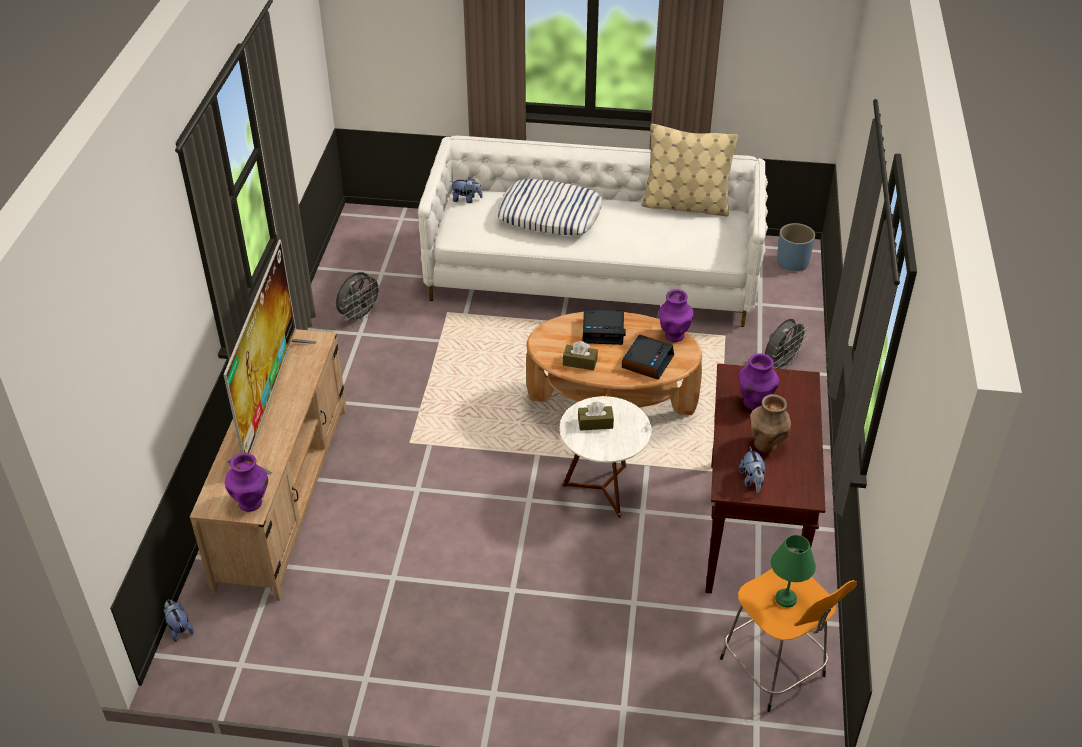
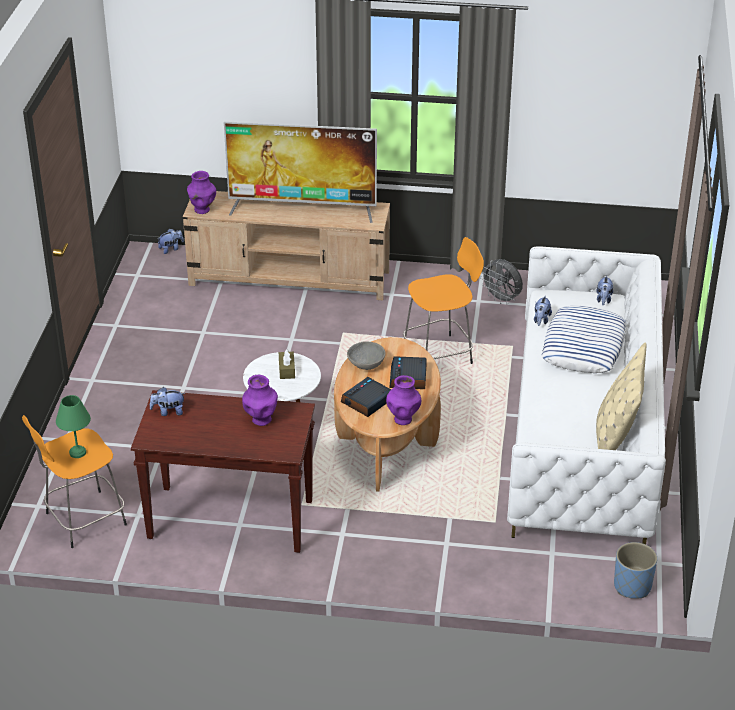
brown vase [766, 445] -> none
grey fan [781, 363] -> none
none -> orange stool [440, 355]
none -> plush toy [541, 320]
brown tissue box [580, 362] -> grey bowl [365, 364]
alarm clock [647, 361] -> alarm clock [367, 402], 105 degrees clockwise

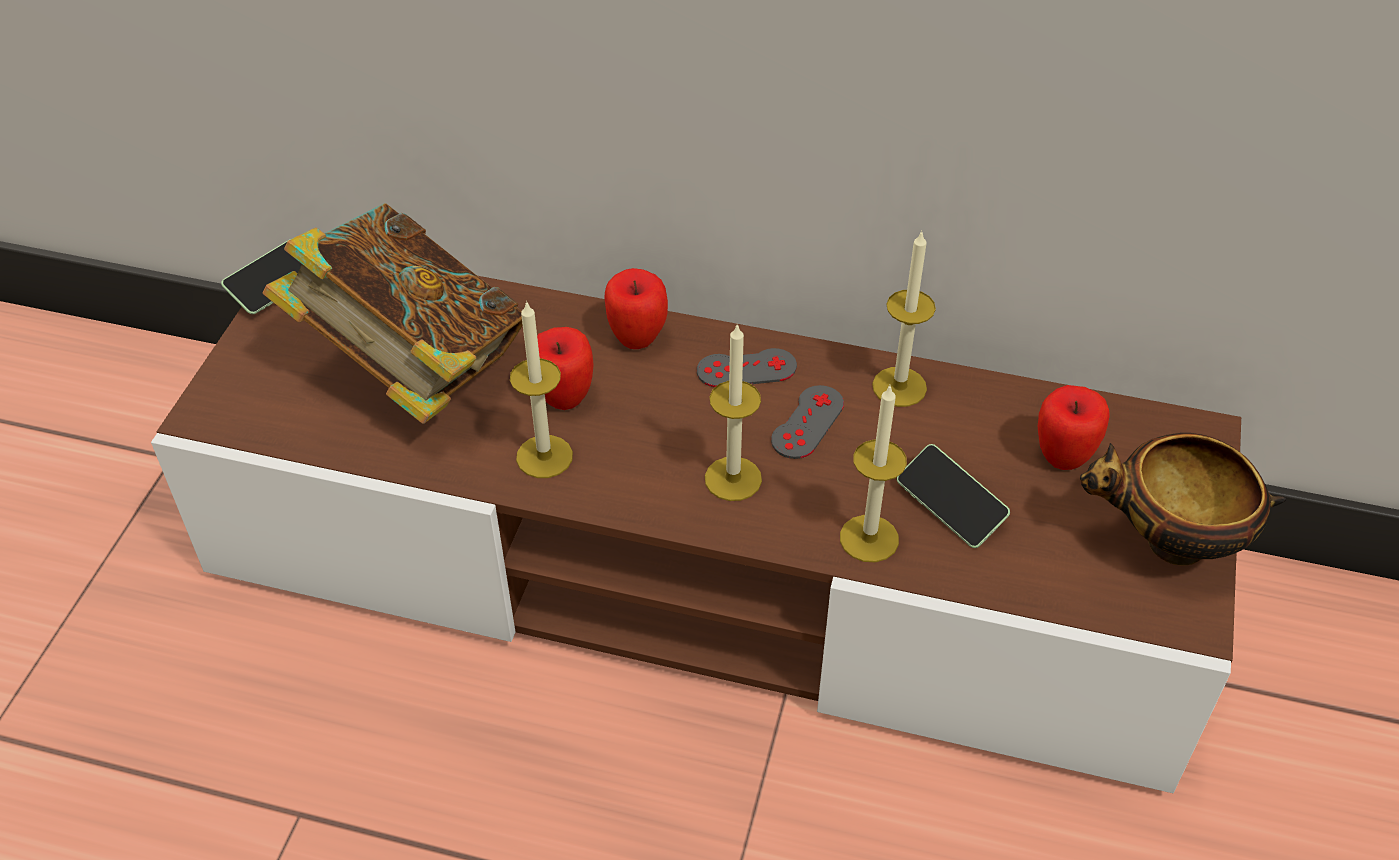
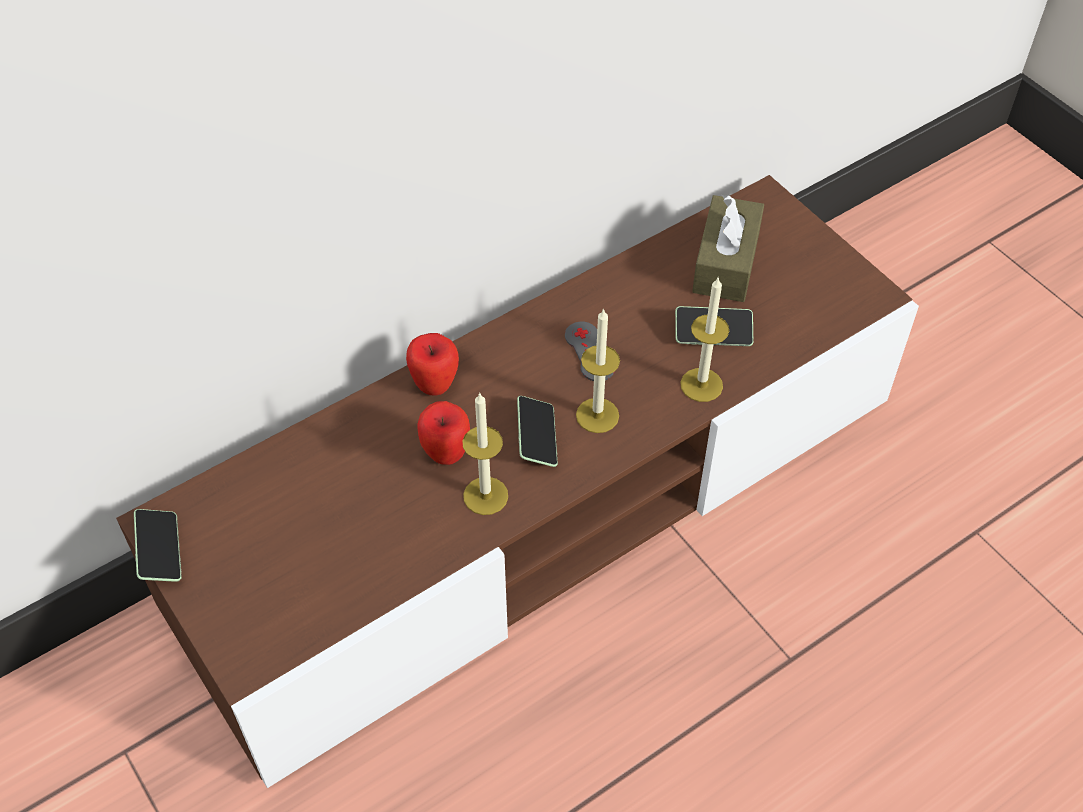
book [412, 367] -> none
grey game controller [746, 369] -> none
candle [899, 387] -> none
bowl [1169, 544] -> none
none -> phone [537, 438]
apple [1063, 457] -> brown tissue box [726, 262]

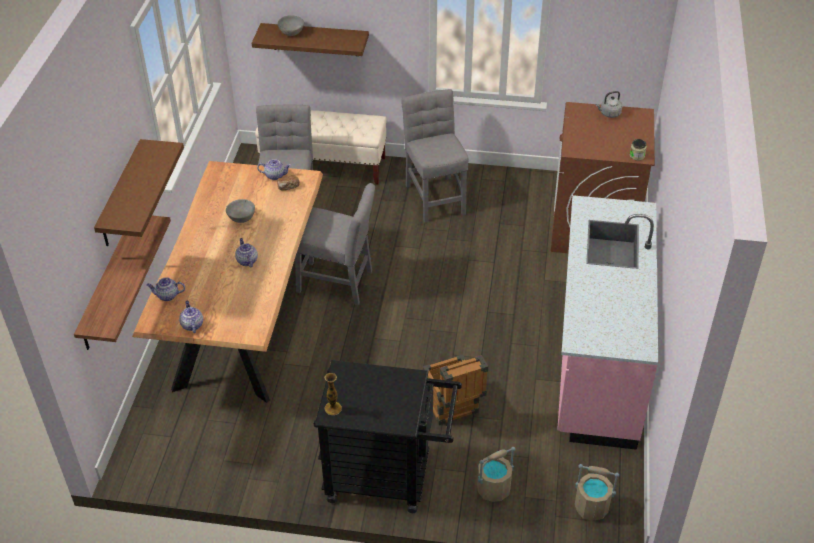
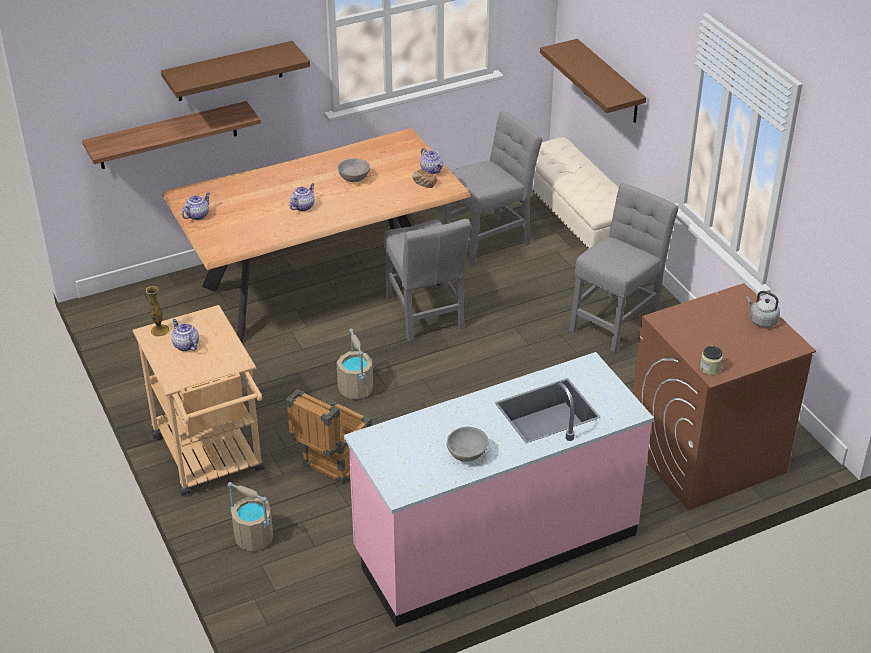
teapot [167, 296] -> teapot [185, 345], moved
grey bowl [292, 33] -> grey bowl [467, 455], moved
beige bucket [592, 507] -> beige bucket [356, 389], moved
black cart [388, 477] -> beige cart [211, 460]

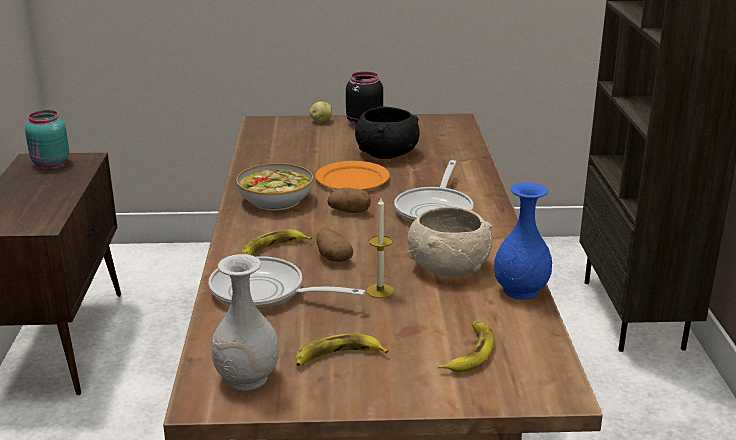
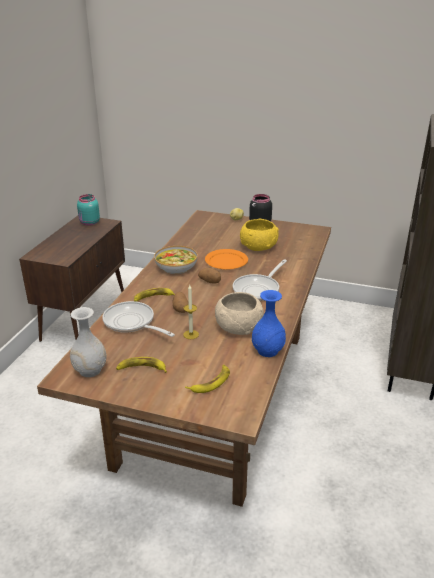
black bowl [386, 152] -> yellow bowl [258, 246]

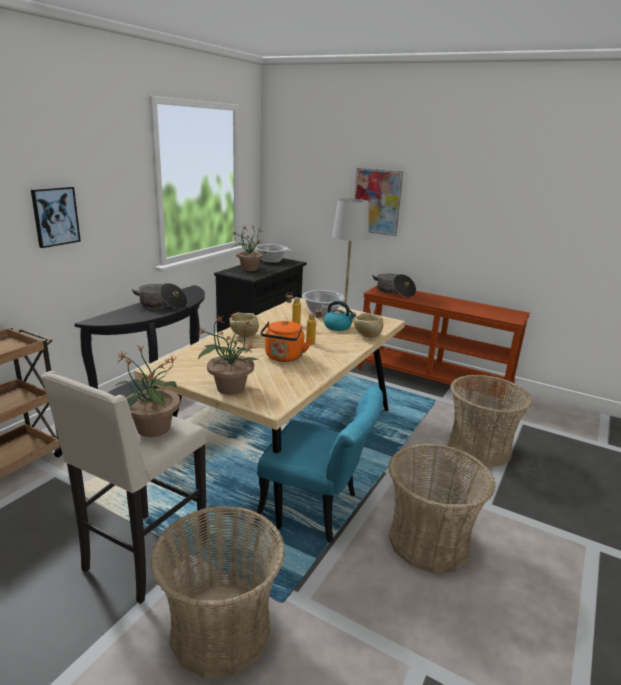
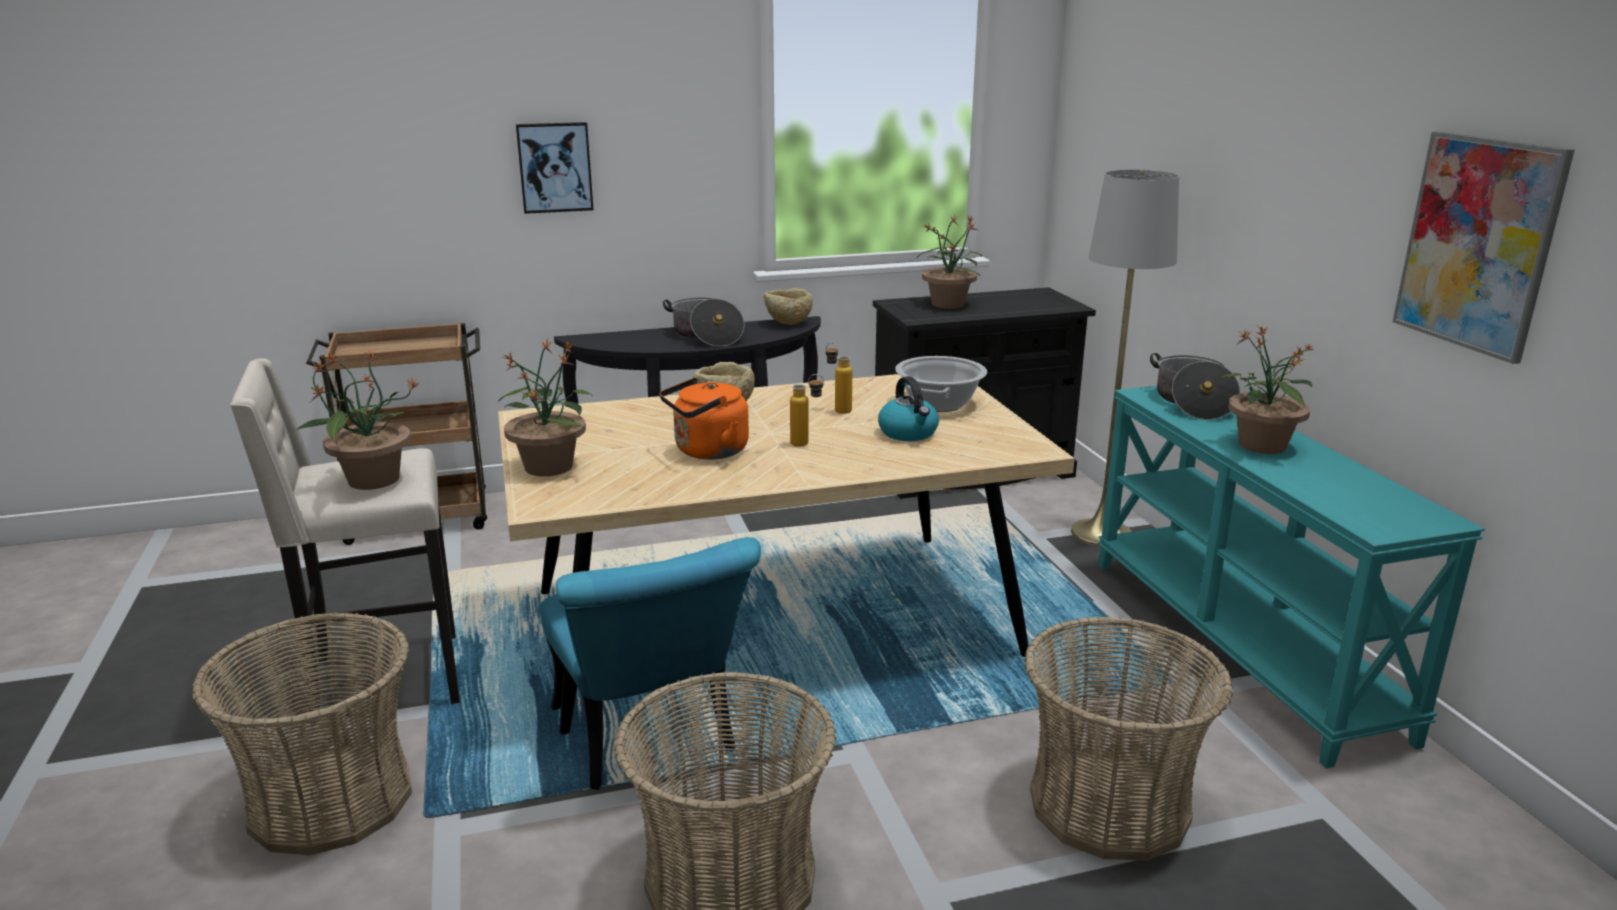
cooking pot [271, 260] -> none
none -> potted plant [1261, 446]
beige bowl [367, 336] -> beige bowl [788, 323], moved
picture [377, 201] -> picture [1478, 243], moved
brown console table [432, 380] -> turquoise console table [1241, 644]

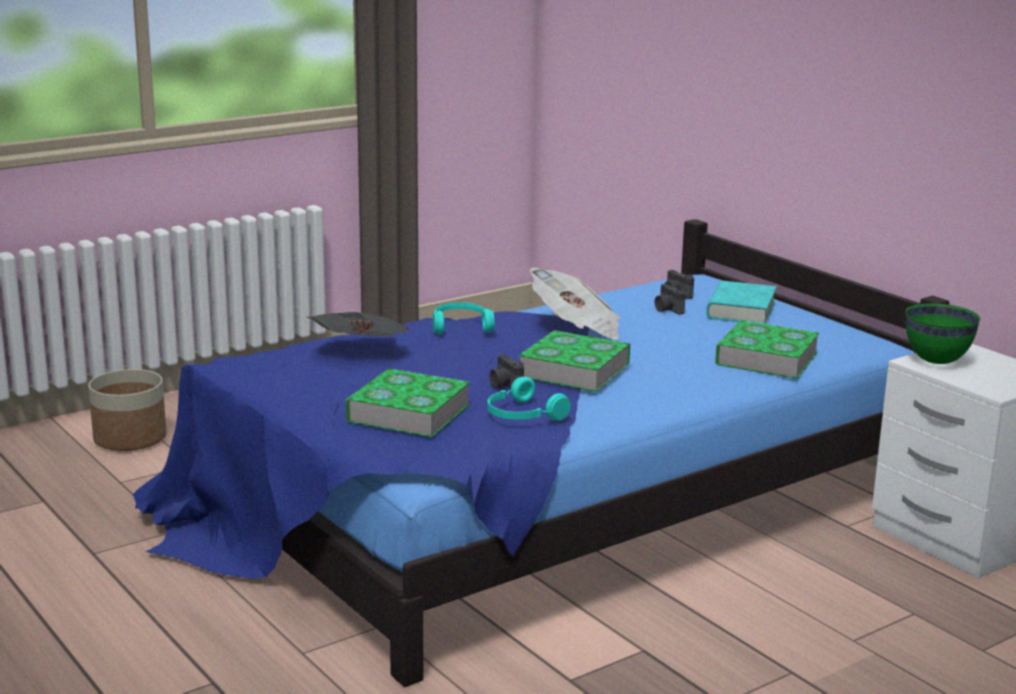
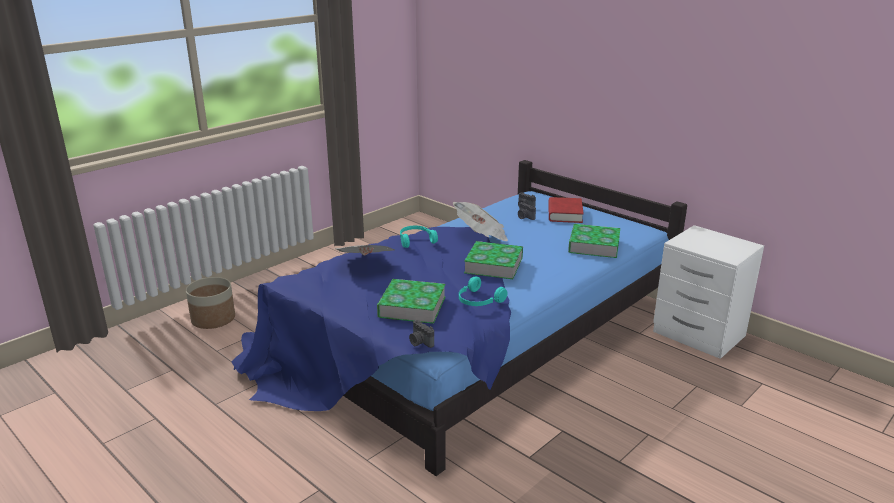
green bowl [936, 362] -> none
photo camera [504, 385] -> photo camera [420, 342], moved
turquoise book [741, 310] -> red book [565, 214]

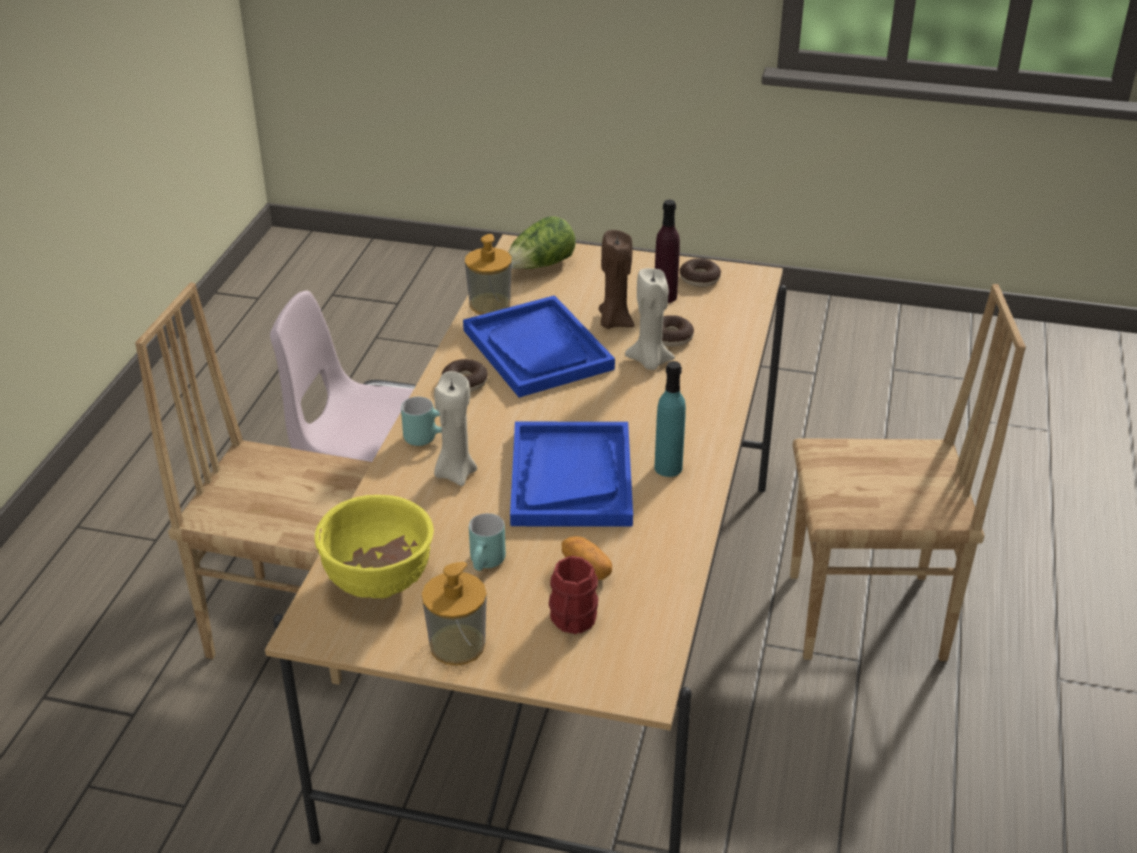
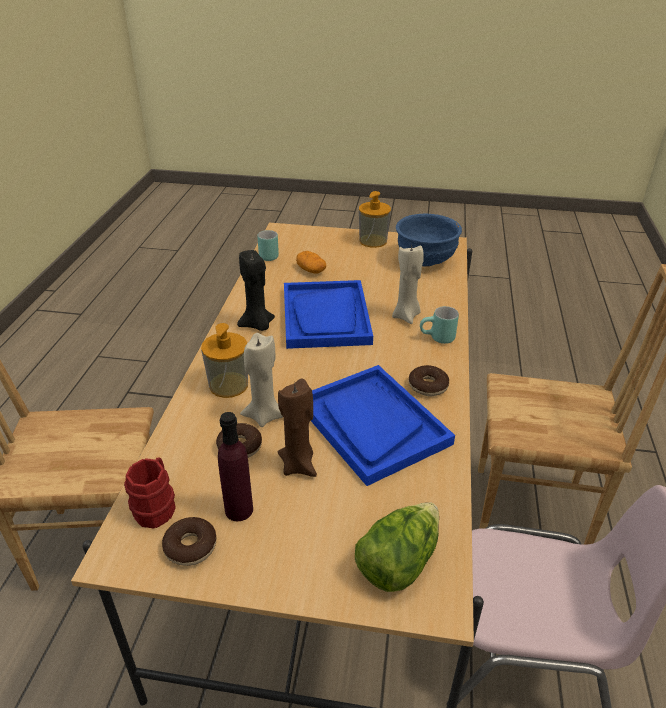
soap dispenser [490, 304] -> soap dispenser [228, 385], moved
turquoise mug [488, 564] -> turquoise mug [268, 255], moved
red mug [571, 622] -> red mug [156, 506], moved
turquoise bottle [668, 468] -> black candle [257, 325]
yellow bowl [380, 583] -> blue bowl [424, 261]

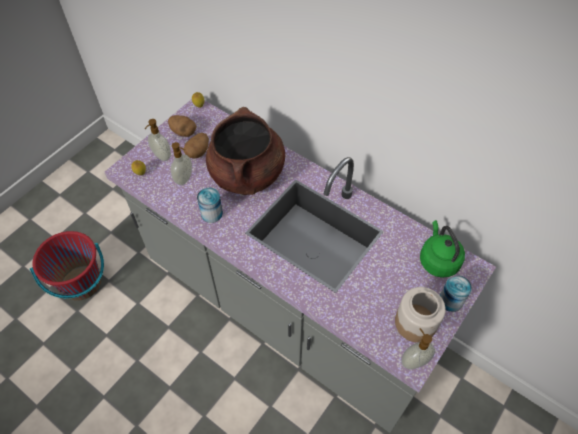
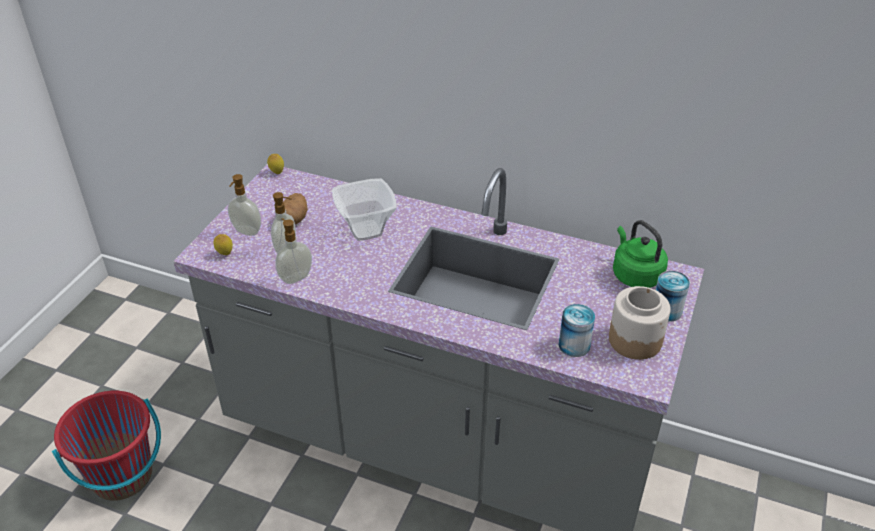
potato [183, 132] -> none
can [211, 213] -> can [574, 345], moved
soap dispenser [413, 361] -> soap dispenser [295, 277], moved
brown cooking pot [247, 174] -> bowl [367, 231]

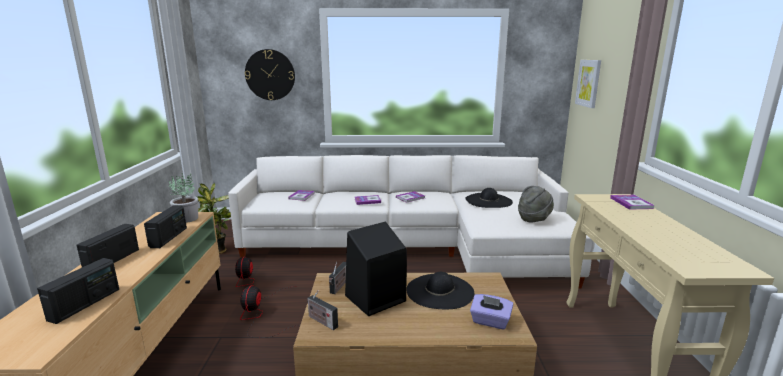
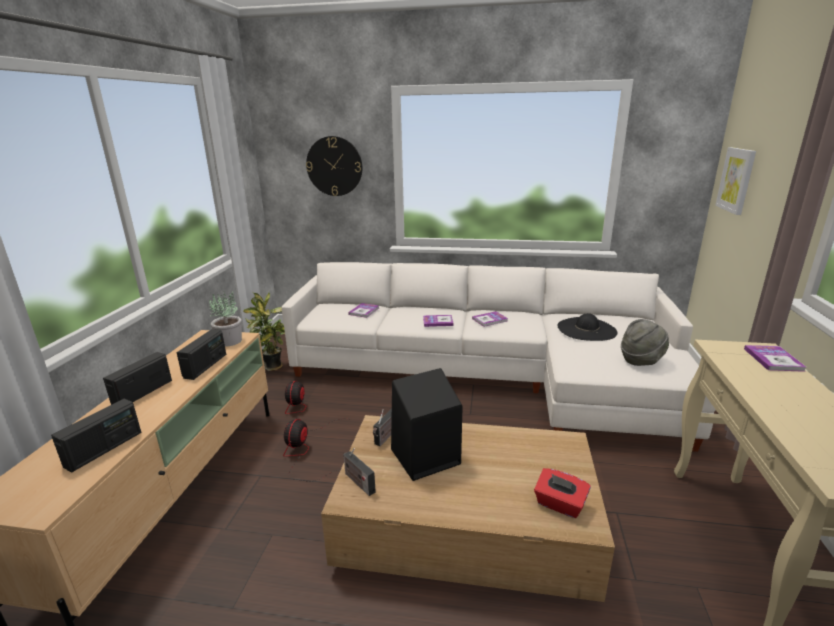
black hat [440, 291] -> none
purple tissue box [490, 322] -> red tissue box [559, 504]

